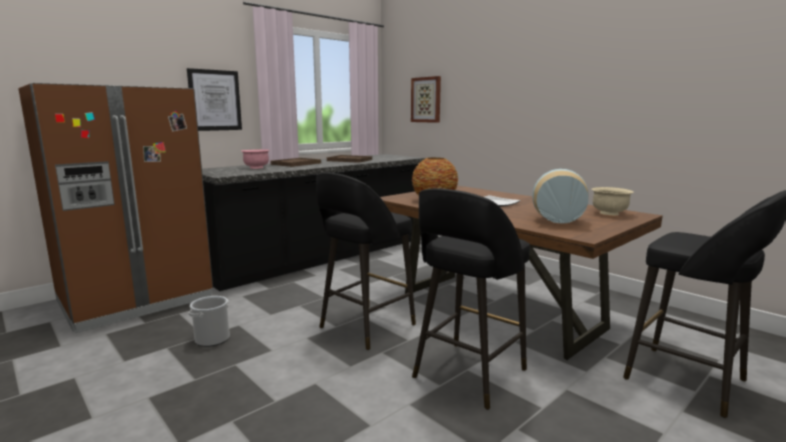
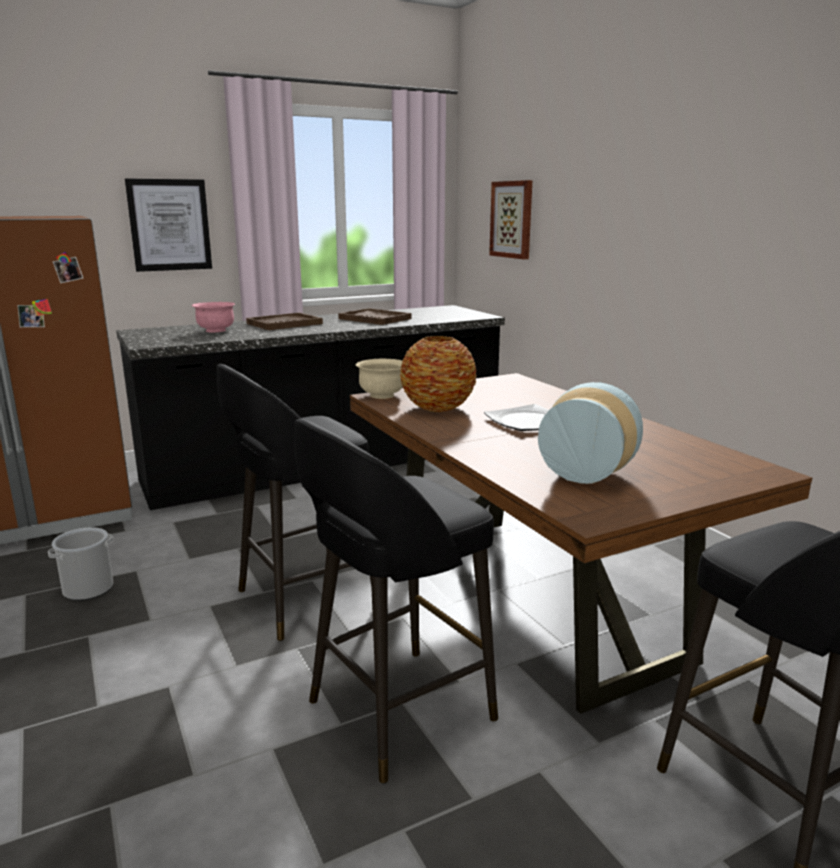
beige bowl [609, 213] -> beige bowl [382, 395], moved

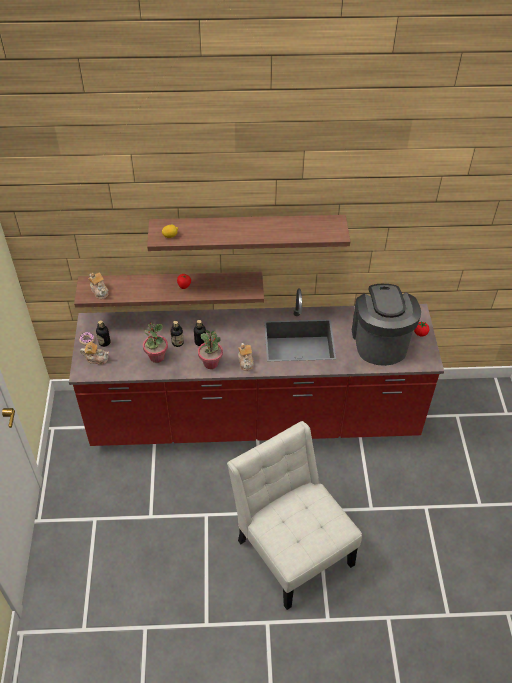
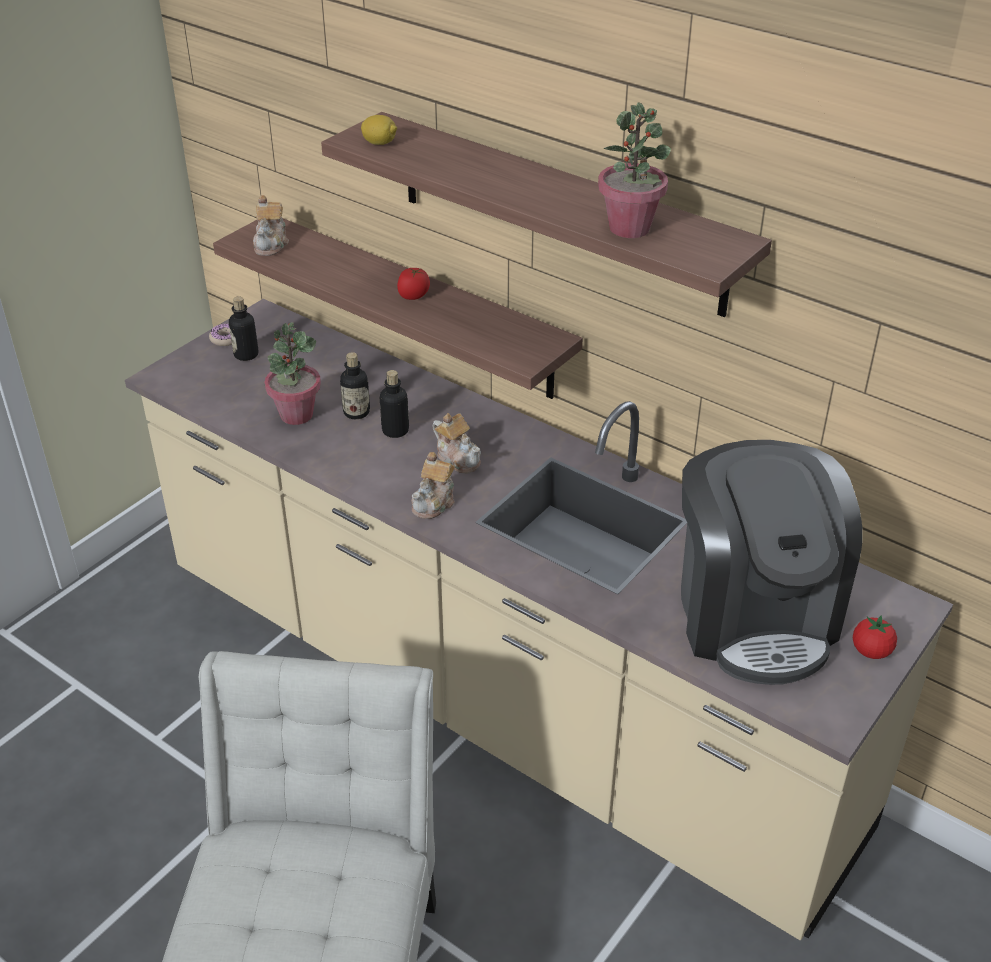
teapot [96, 358] -> teapot [458, 458], moved
potted plant [211, 363] -> potted plant [630, 228], moved
red counter [255, 420] -> beige counter [495, 699]
coffee machine [380, 341] -> coffee machine [754, 615], 135 degrees clockwise

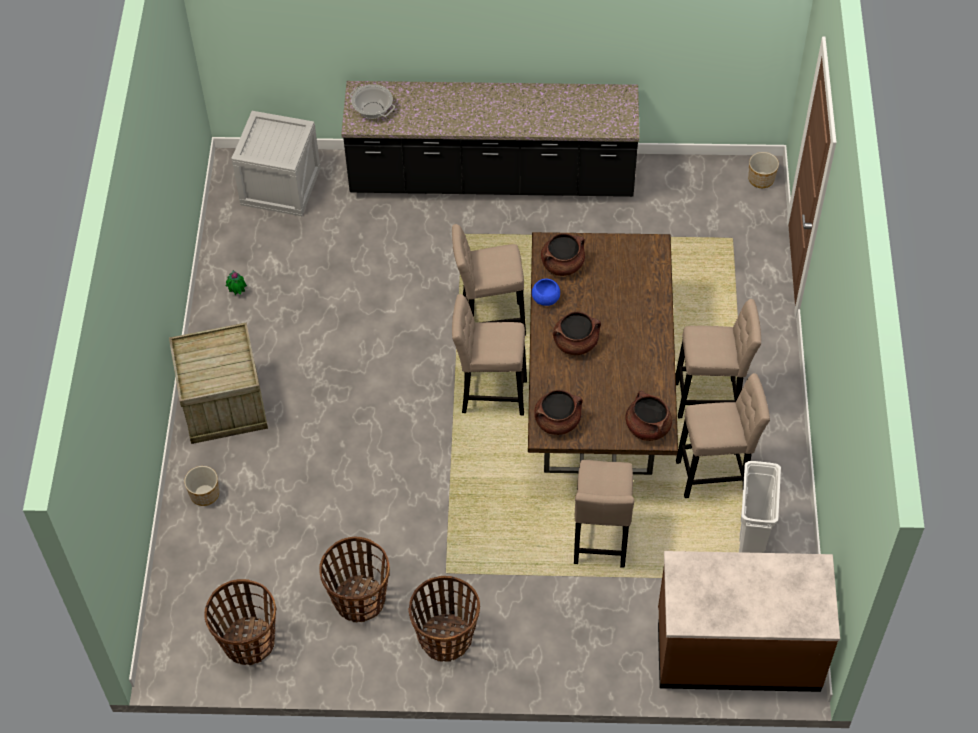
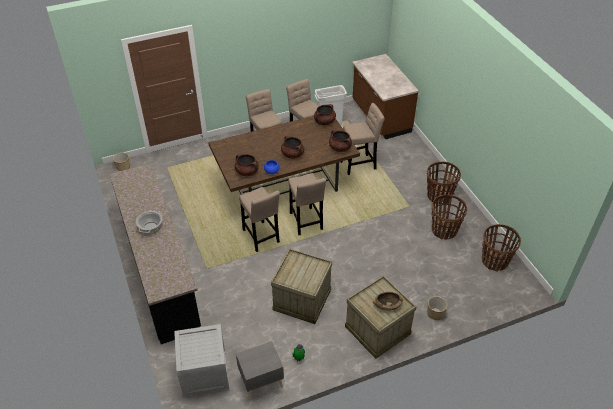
none -> grey nightstand [260, 382]
none -> crate [301, 300]
none -> brown bowl [387, 305]
cooking pot [373, 110] -> cooking pot [150, 227], moved

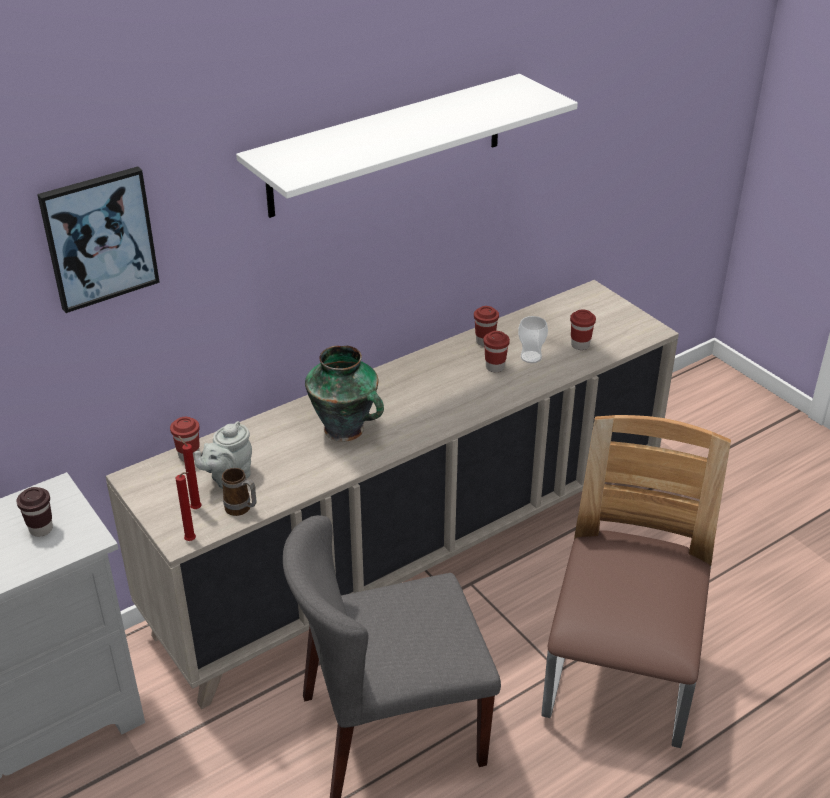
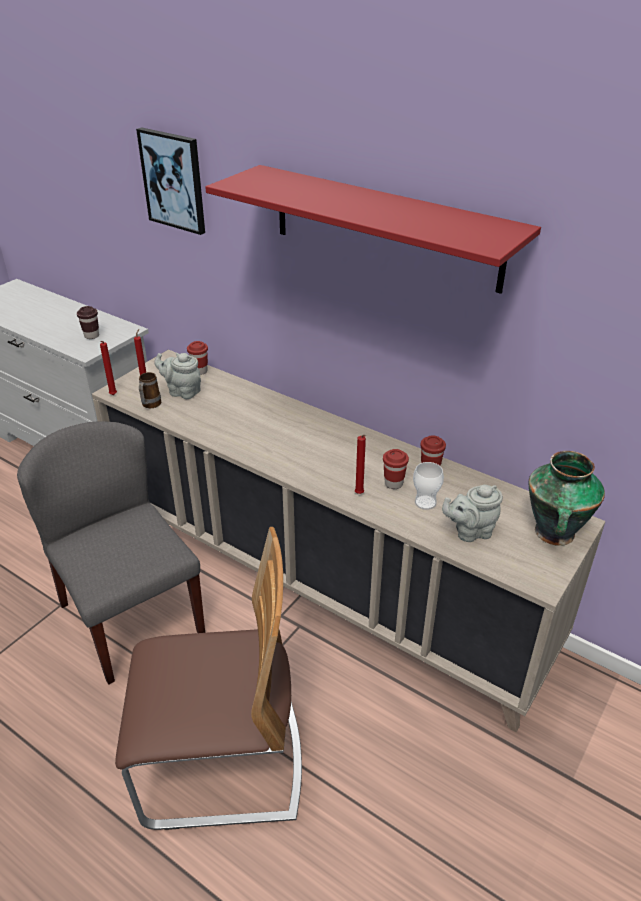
none -> red candle [359, 494]
vase [346, 430] -> vase [554, 534], moved
red cup [580, 345] -> grey teapot [470, 531]
white shelf [387, 145] -> red shelf [384, 227]

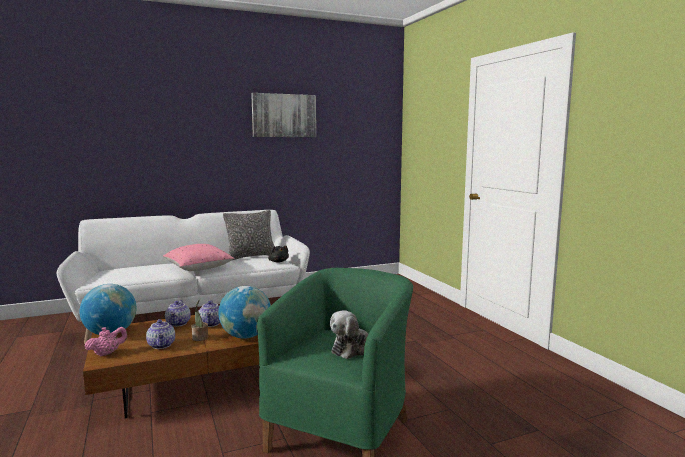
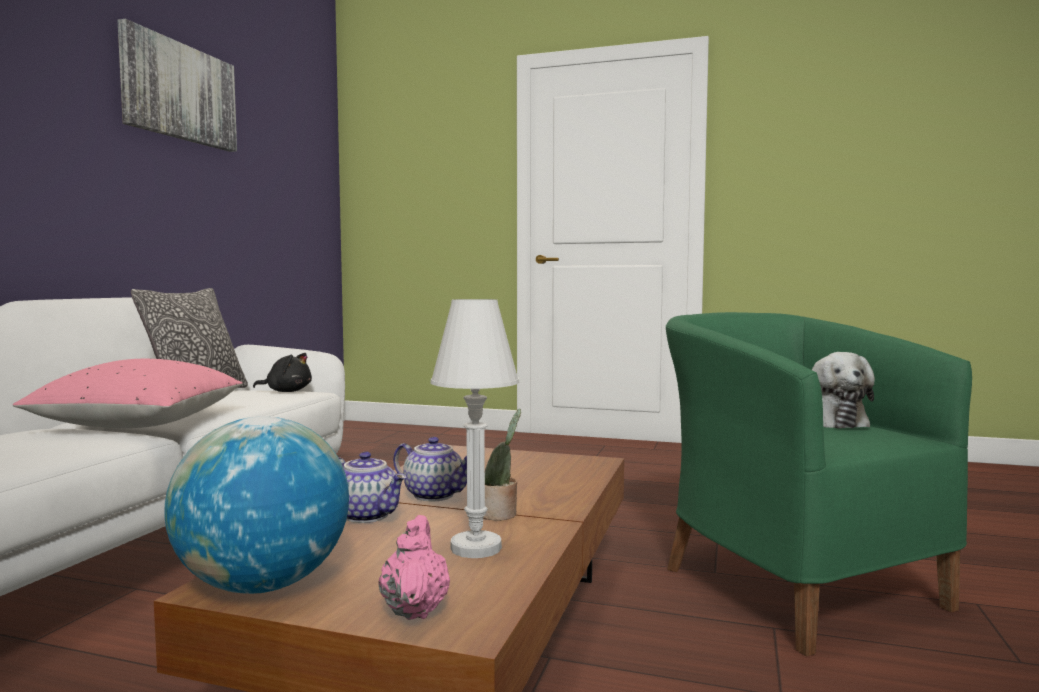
globe [246, 336] -> none
teapot [162, 345] -> white table lamp [476, 548]

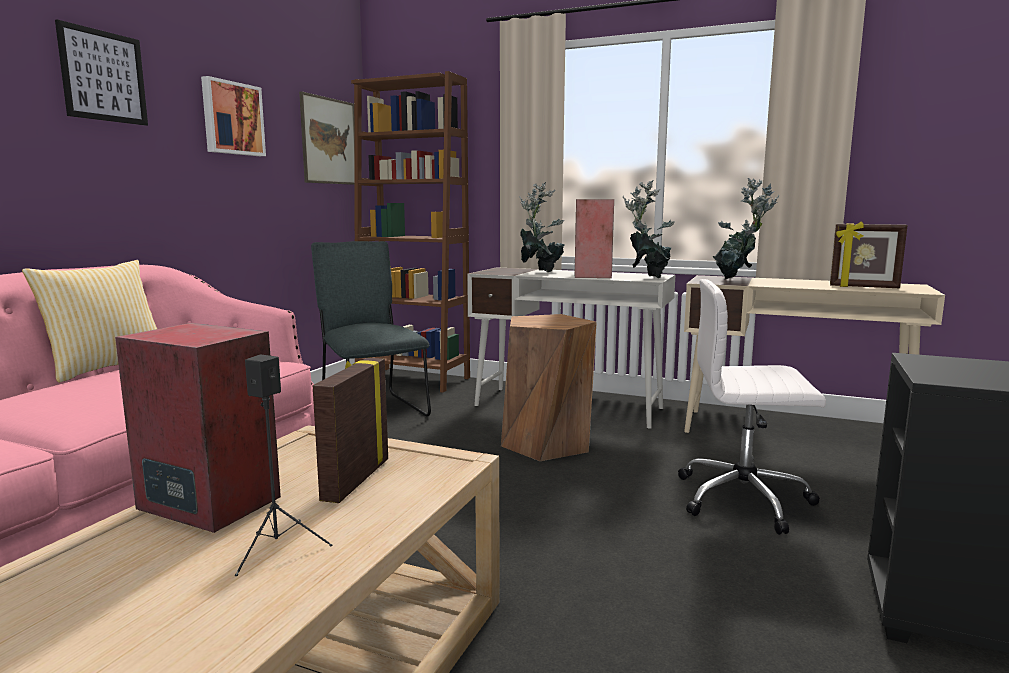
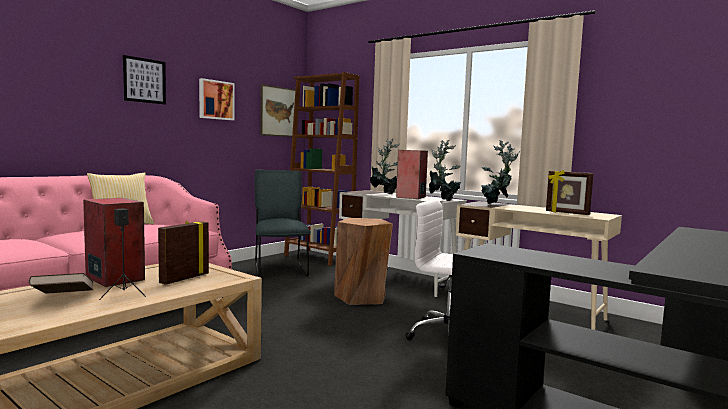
none -> brown book [63, 299]

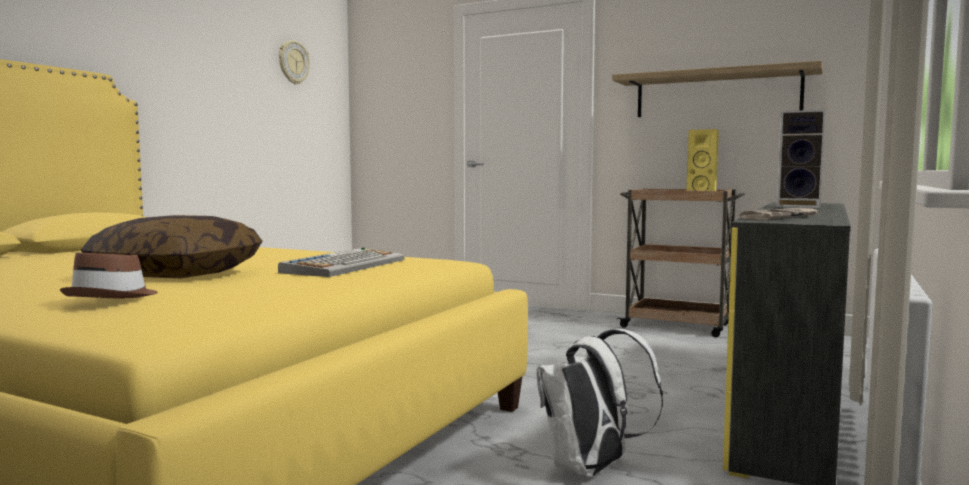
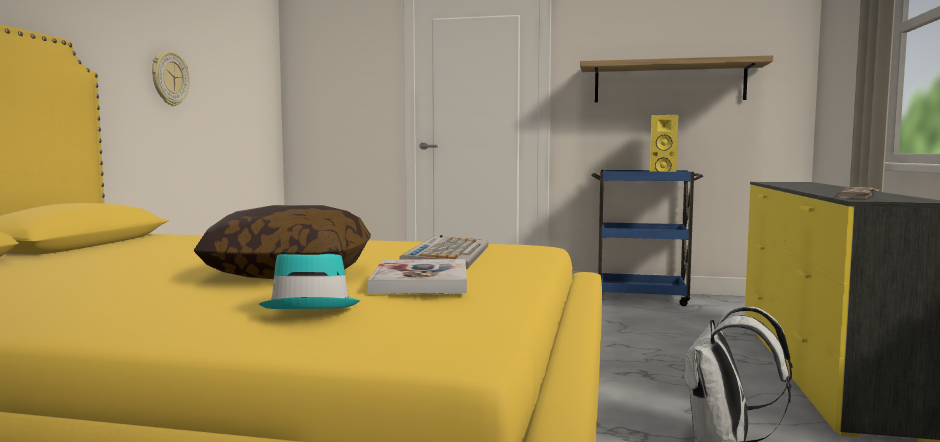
speaker [799, 206] -> none
none -> book [421, 280]
wall clock [293, 62] -> wall clock [169, 78], moved
brown hat [113, 296] -> turquoise hat [312, 306]
brown cart [678, 326] -> blue cart [641, 298]

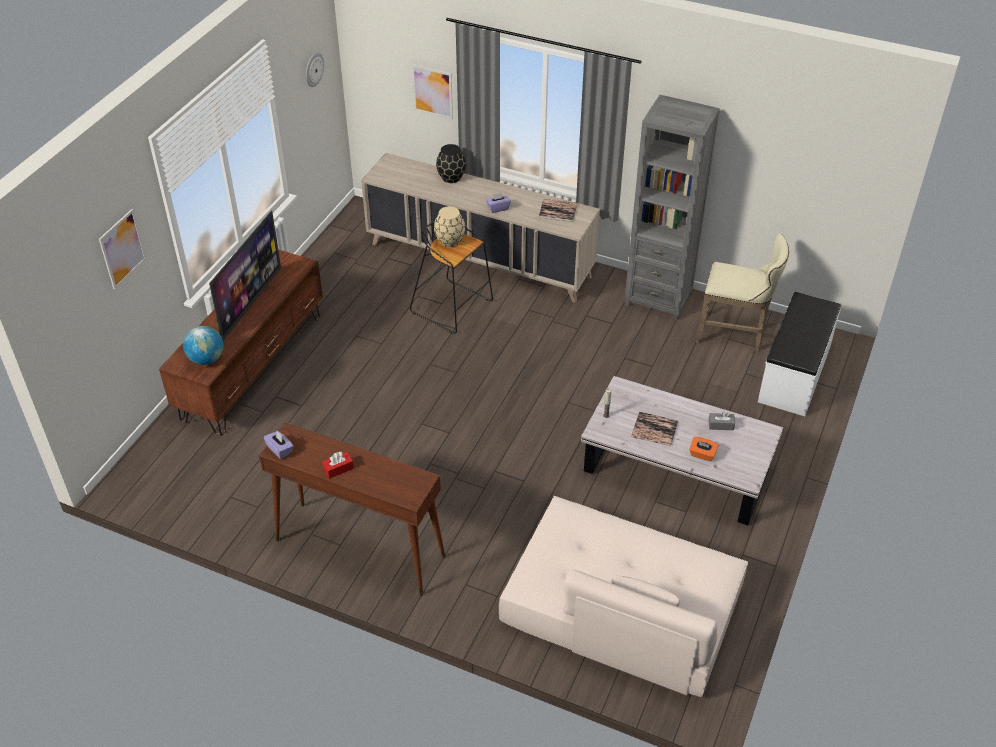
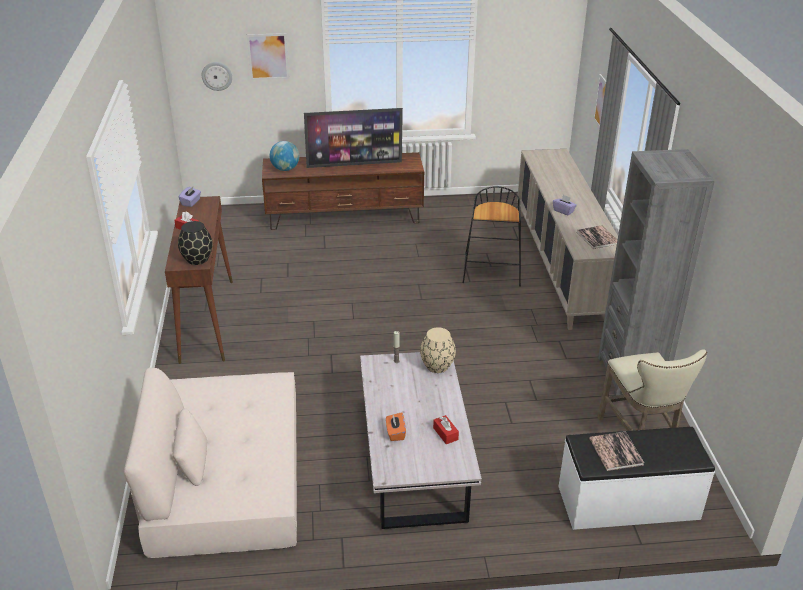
wall clock [313, 69] -> wall clock [217, 76], moved
beige vase [450, 241] -> beige vase [437, 366], moved
black vase [451, 177] -> black vase [197, 259], moved
book [654, 429] -> book [616, 452], moved
grey tissue box [721, 425] -> red tissue box [445, 434]

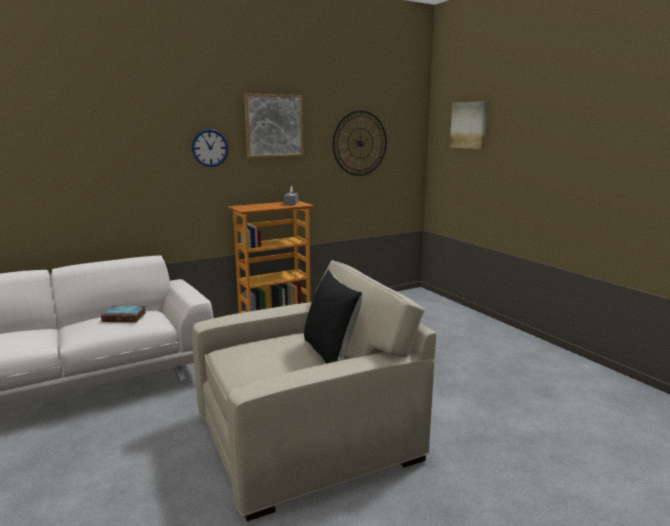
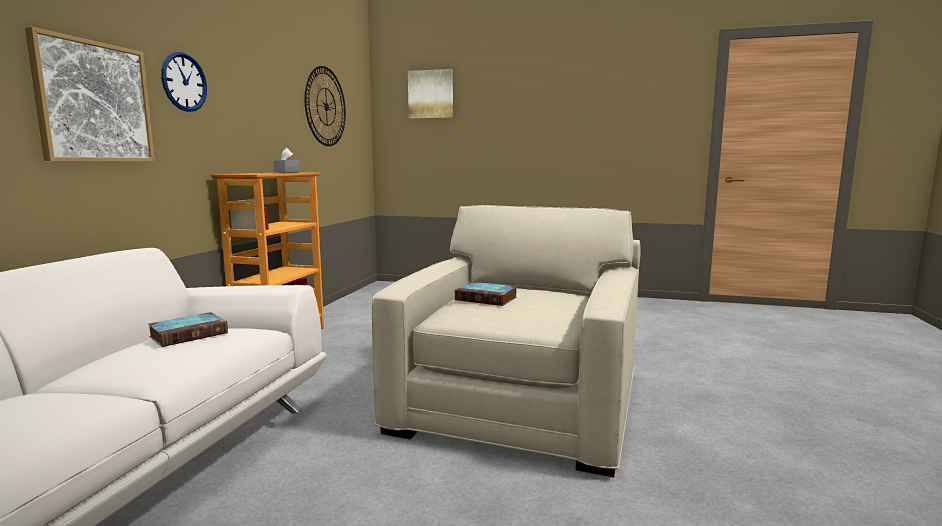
black pillow [331, 353] -> none
none -> book [487, 298]
picture [274, 126] -> picture [94, 102], moved

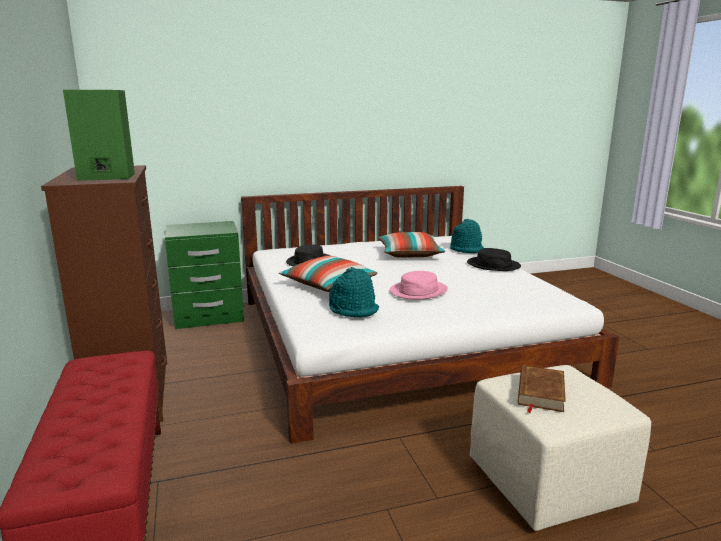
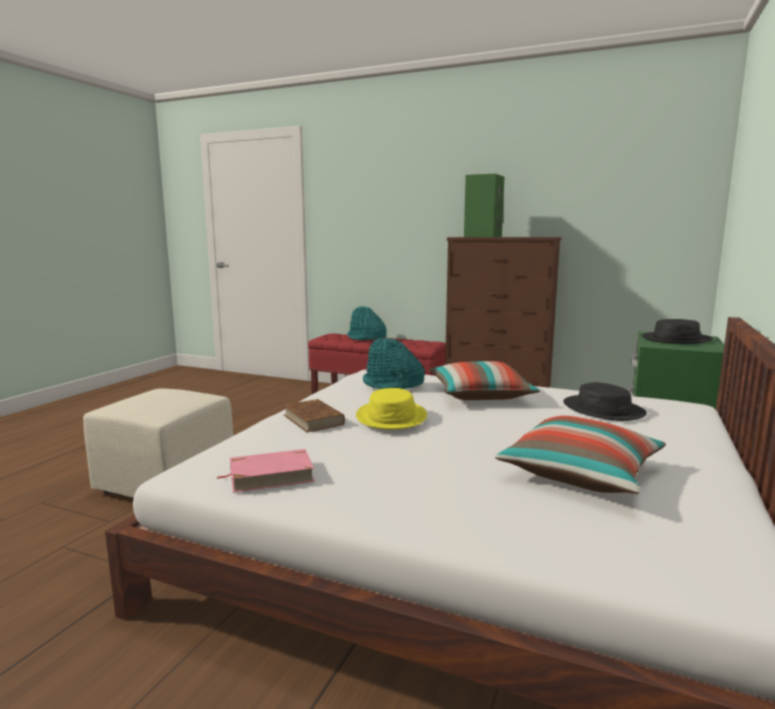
none -> pink book [270, 475]
turquoise hat [466, 249] -> turquoise hat [366, 338], moved
black hat [493, 265] -> black hat [676, 339], moved
brown book [540, 392] -> brown book [313, 419], moved
pink hat [418, 291] -> yellow hat [391, 416]

